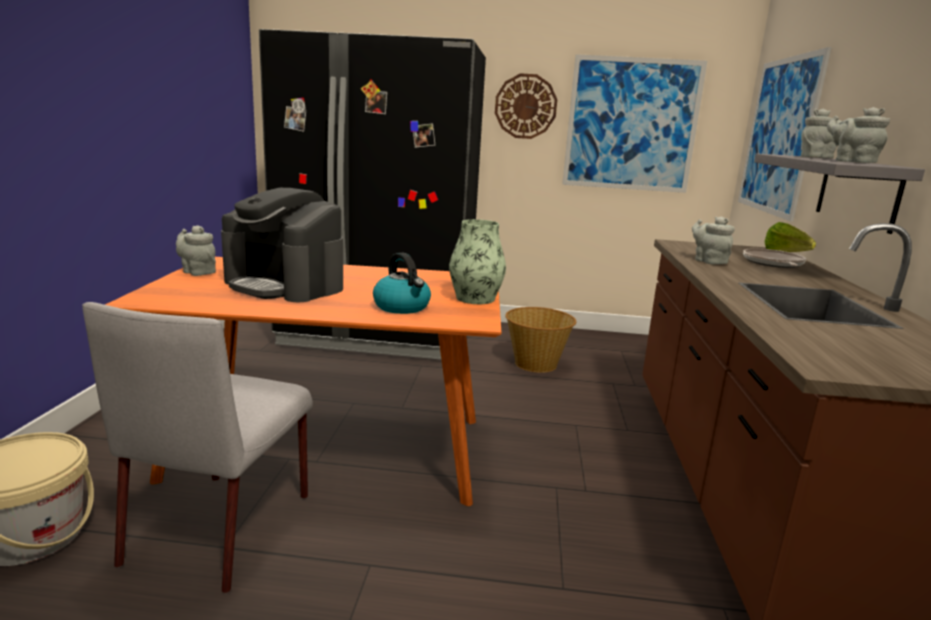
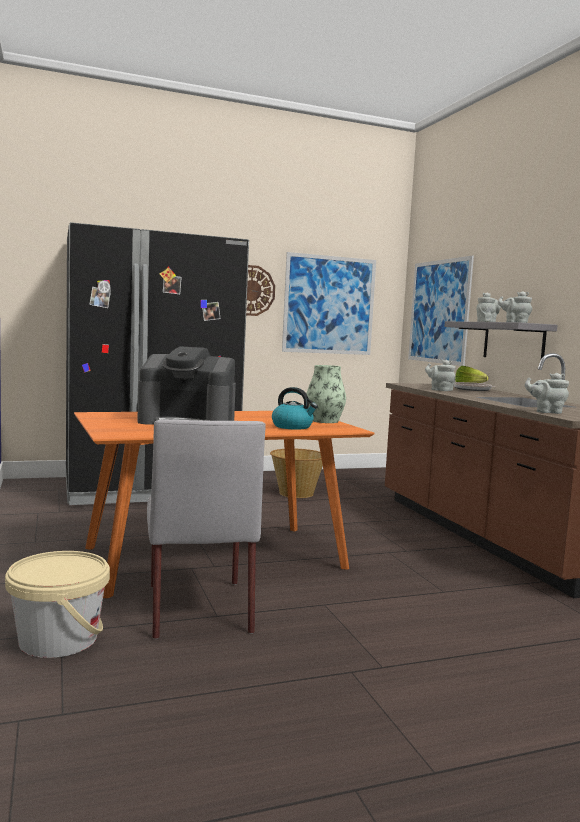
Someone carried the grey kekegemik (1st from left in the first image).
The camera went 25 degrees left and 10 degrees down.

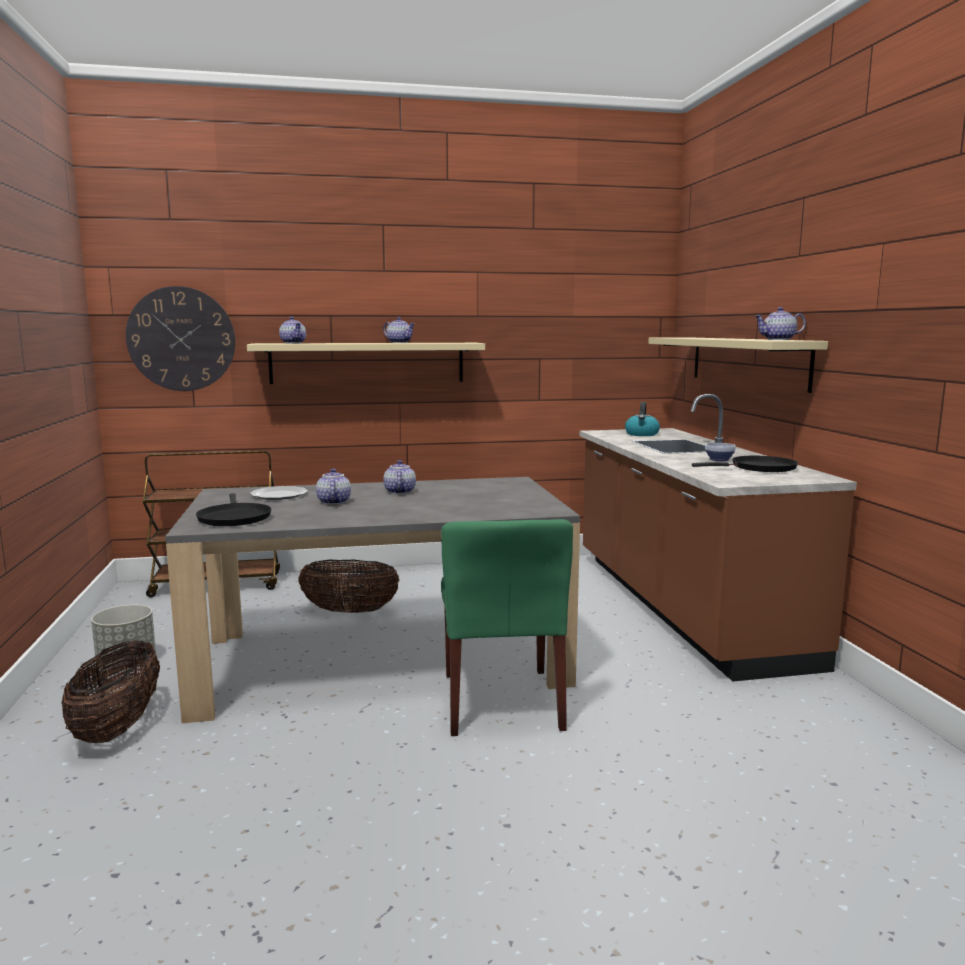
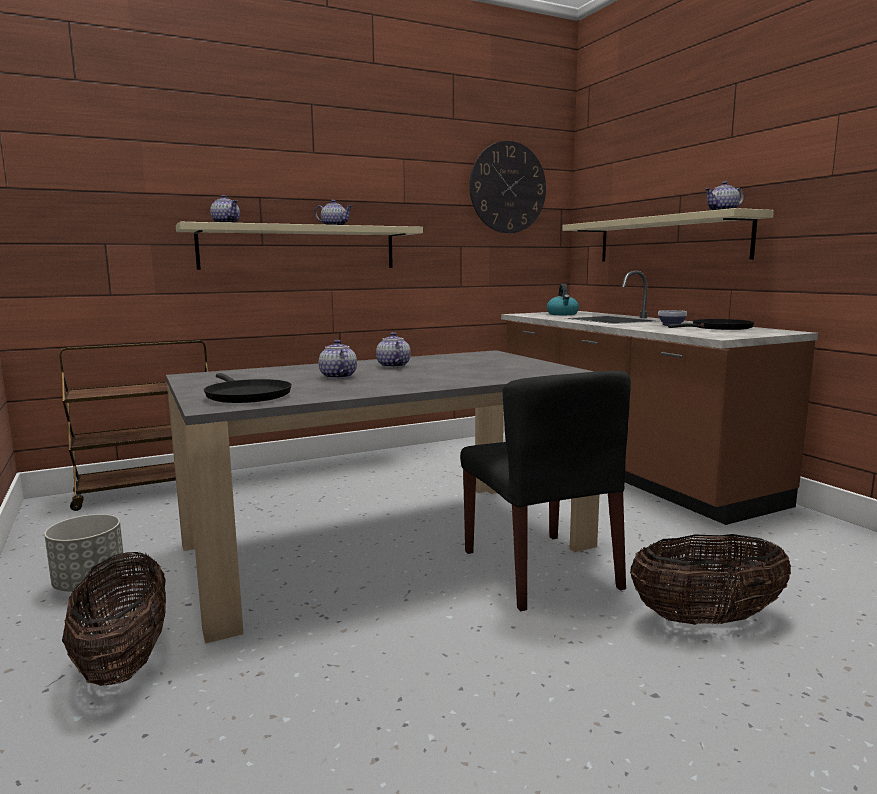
Someone repainted the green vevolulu, which became the black vevolulu.
Someone carried the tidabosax.
Someone carried the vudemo (2nd from left).
Someone took away the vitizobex.
The camera went 15 degrees left and 0 degrees up.

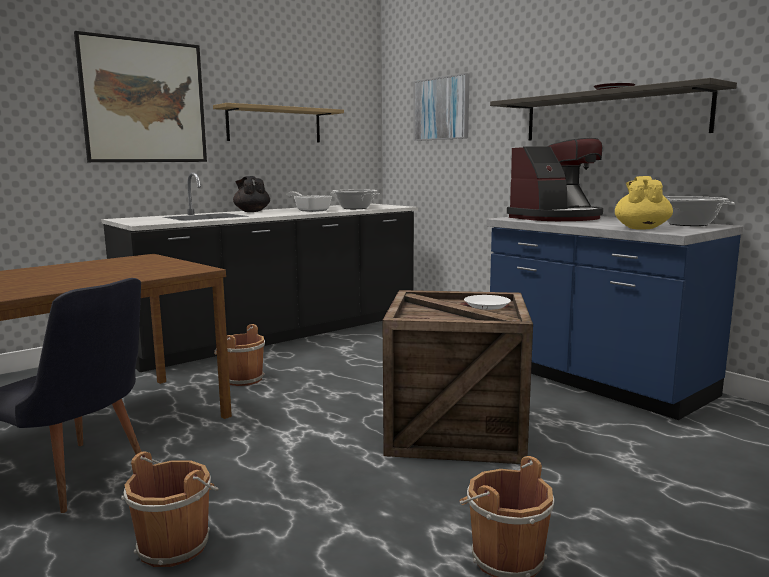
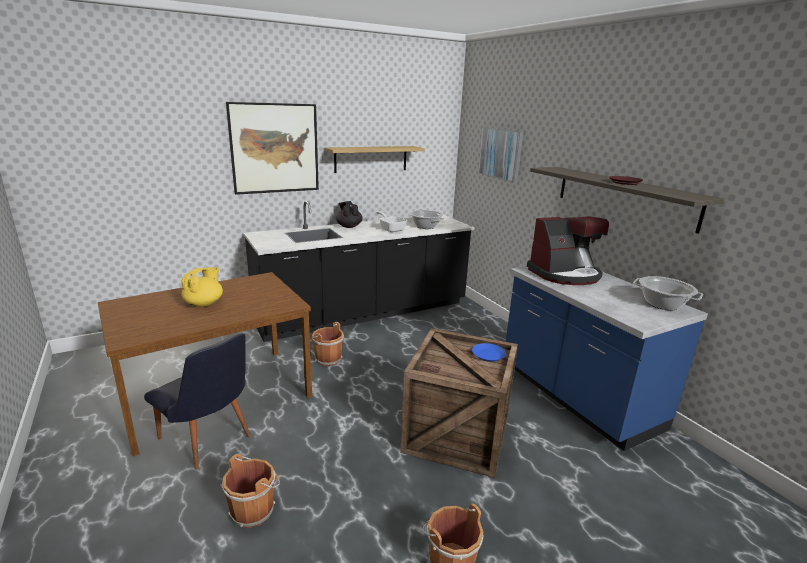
Someone carried the yellow kekegemik.
Someone repainted the white vitizobex, which became the blue vitizobex.
The camera went 10 degrees right and 10 degrees up.

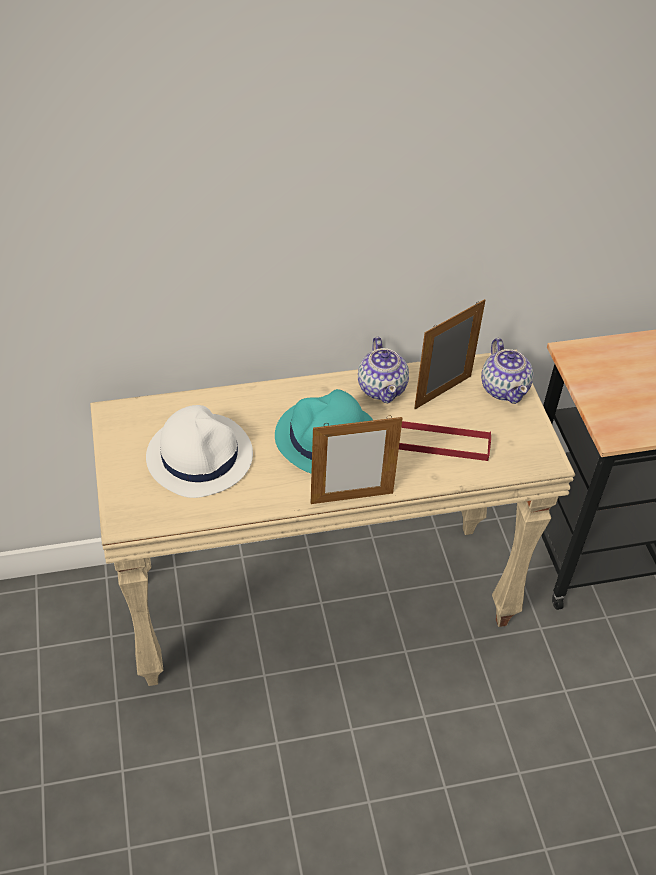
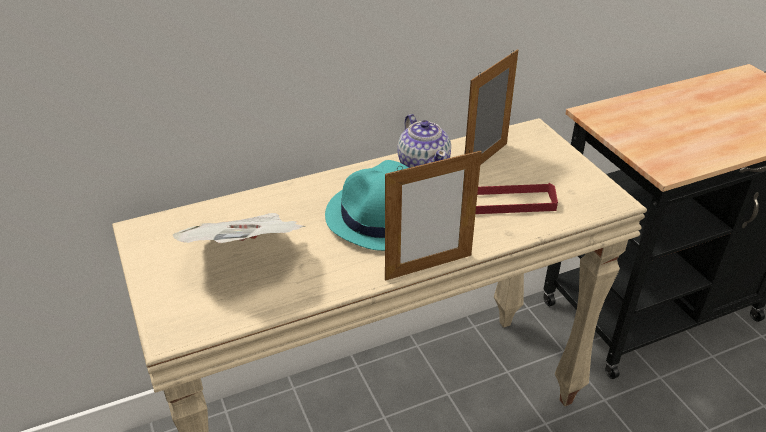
Someone swapped the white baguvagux for the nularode.
Someone took away the kekegemik (2nd from left).
The camera went 10 degrees left and 10 degrees down.

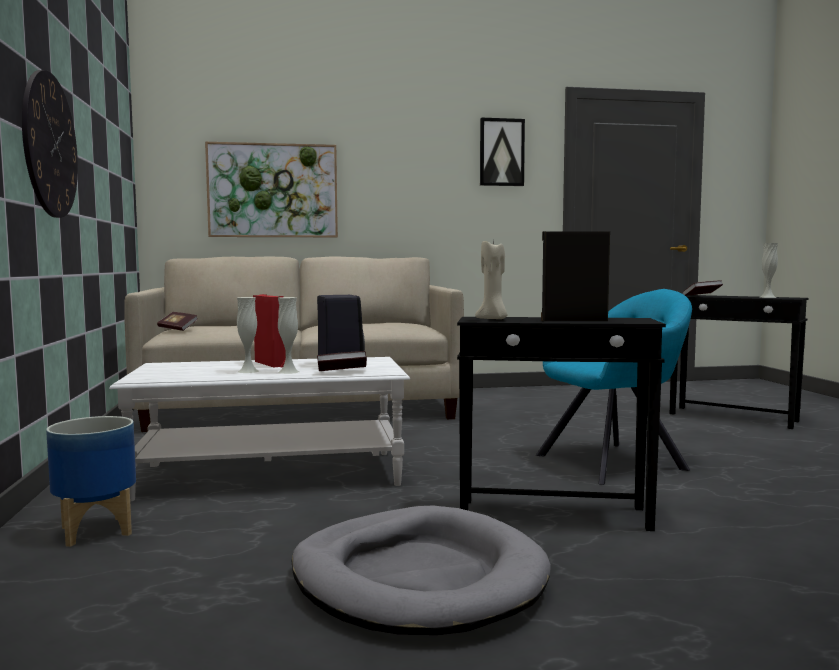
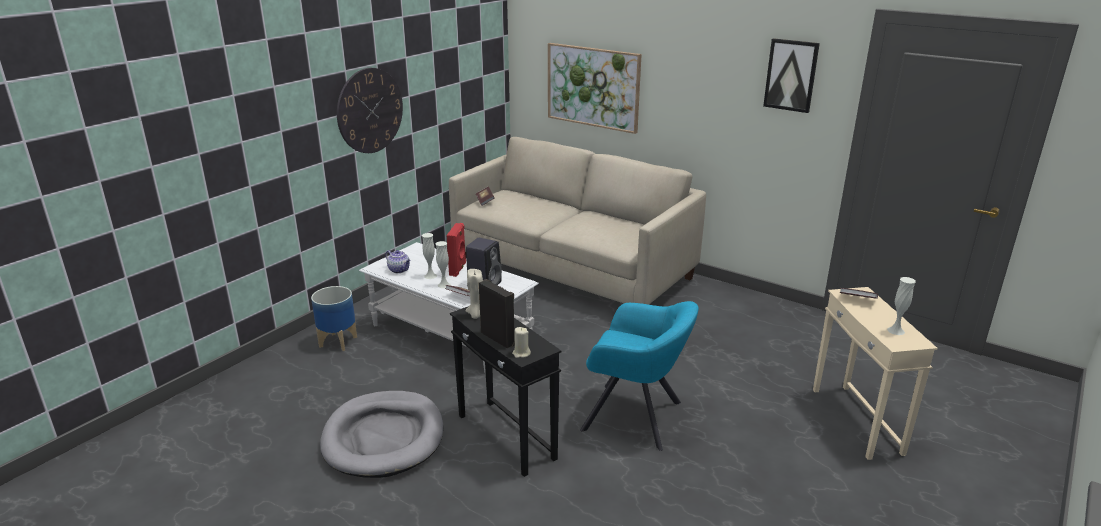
Someone put down the kekegemik.
Someone put down the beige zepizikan (2nd from left).
Someone repainted the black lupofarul (2nd from left), which became the beige lupofarul.
The camera went 45 degrees right and 20 degrees up.

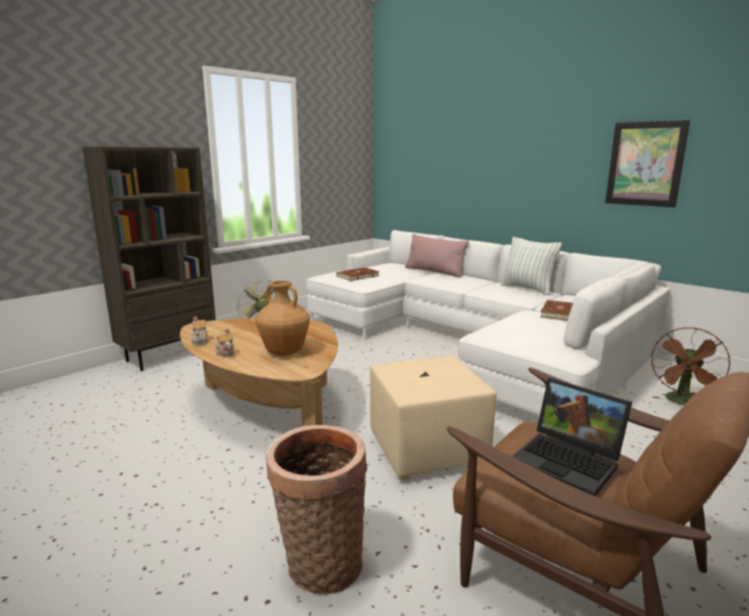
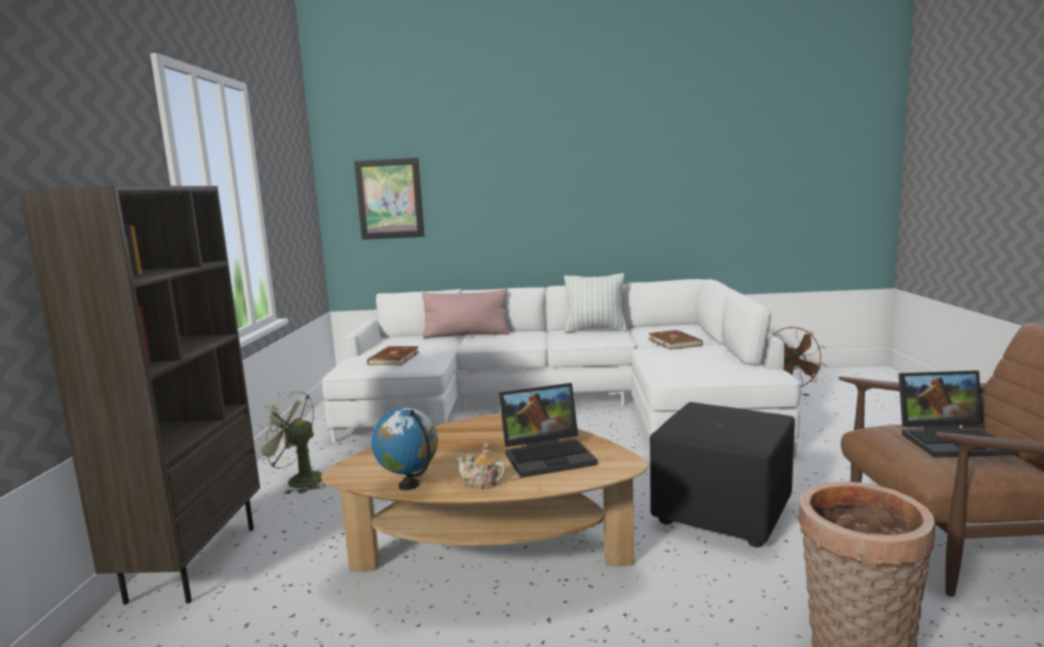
Someone carried the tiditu.
Someone swapped the kekegemik (1st from left) for the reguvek.
Someone swapped the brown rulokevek for the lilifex (1st from left).
Someone repainted the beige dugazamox, which became the black dugazamox.
The camera went 40 degrees left and 5 degrees down.

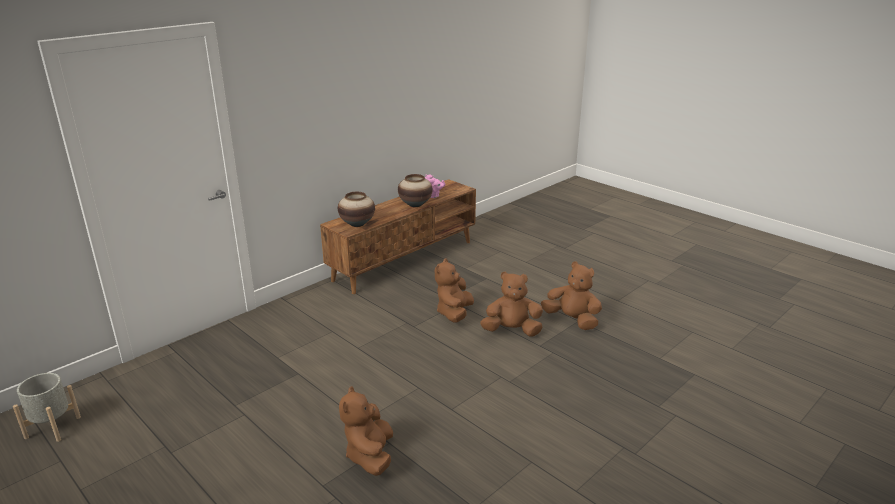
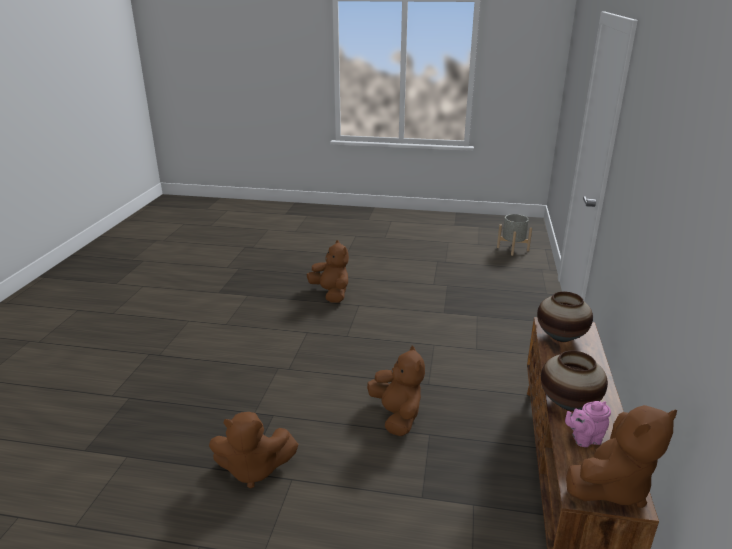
Someone carried the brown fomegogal (3rd from left in the first image).
The camera went 145 degrees right and 0 degrees up.

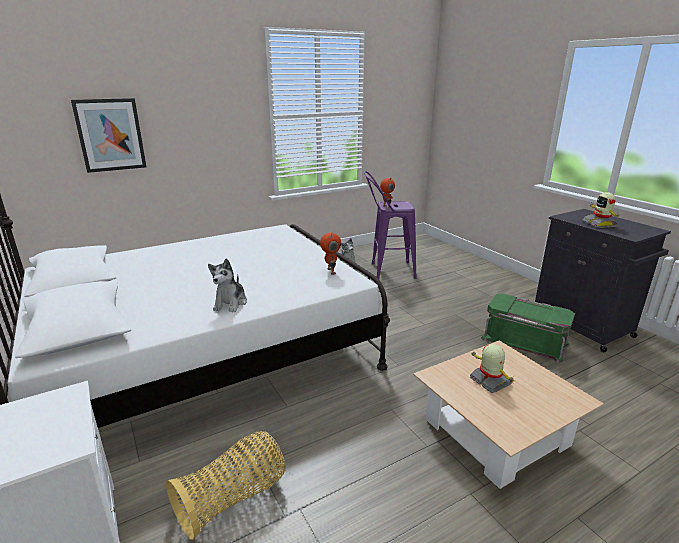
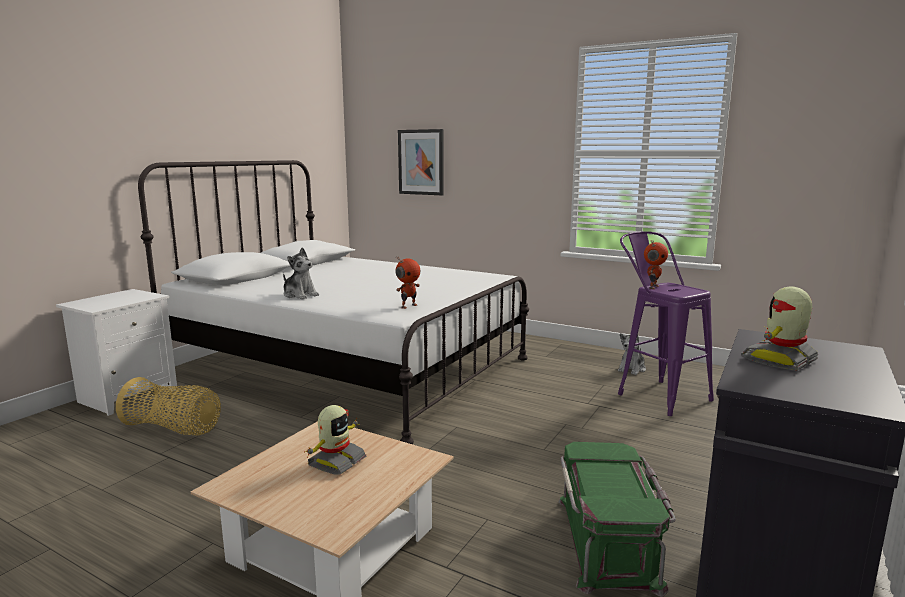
Someone rotated the fomegogal (1st from left) by 120 degrees counterclockwise.
The camera went 60 degrees right and 10 degrees down.

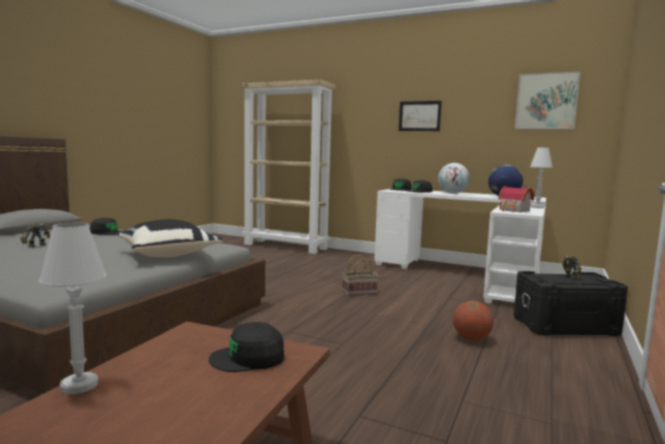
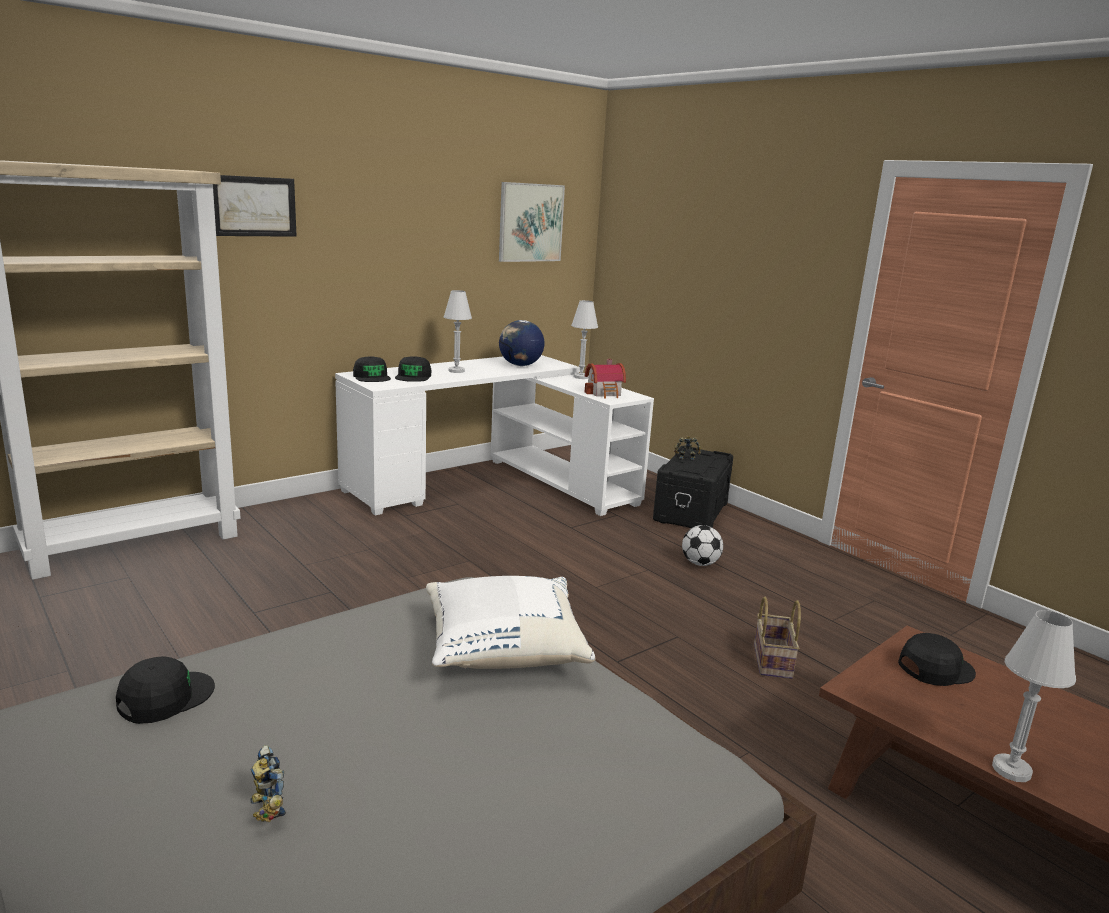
Someone carried the tiditu (1st from left).
Someone repainted the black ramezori, which became the white ramezori.
Someone swapped the reguvek (1st from left) for the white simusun (1st from left).
Someone swapped the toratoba for the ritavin.
Someone carried the vudemo.
Someone rotated the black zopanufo (2nd from left in the first image) by 120 degrees counterclockwise.
The camera went 65 degrees left and 10 degrees up.

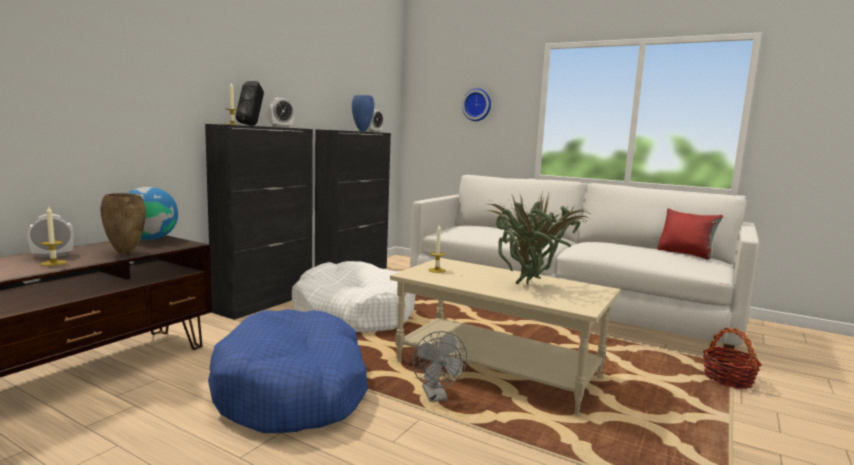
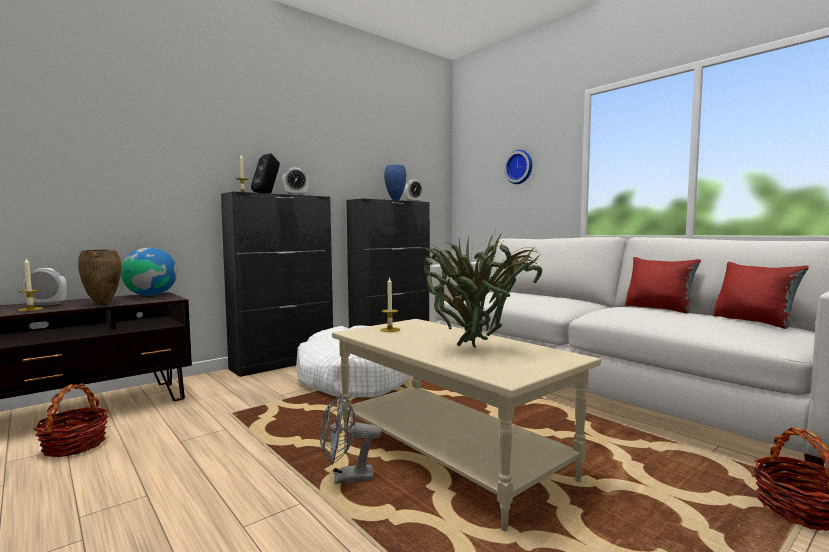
Someone put down the vudemo (1st from left).
Someone rotated the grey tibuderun by 75 degrees clockwise.
Someone put down the red ramezori (1st from left).
Someone took away the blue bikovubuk.
The camera went 20 degrees right and 5 degrees down.

